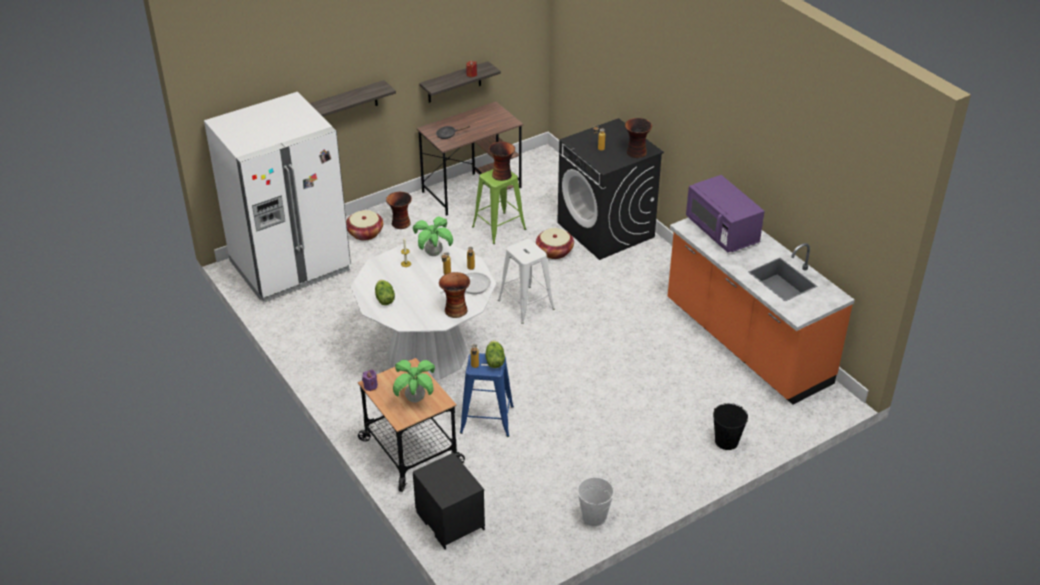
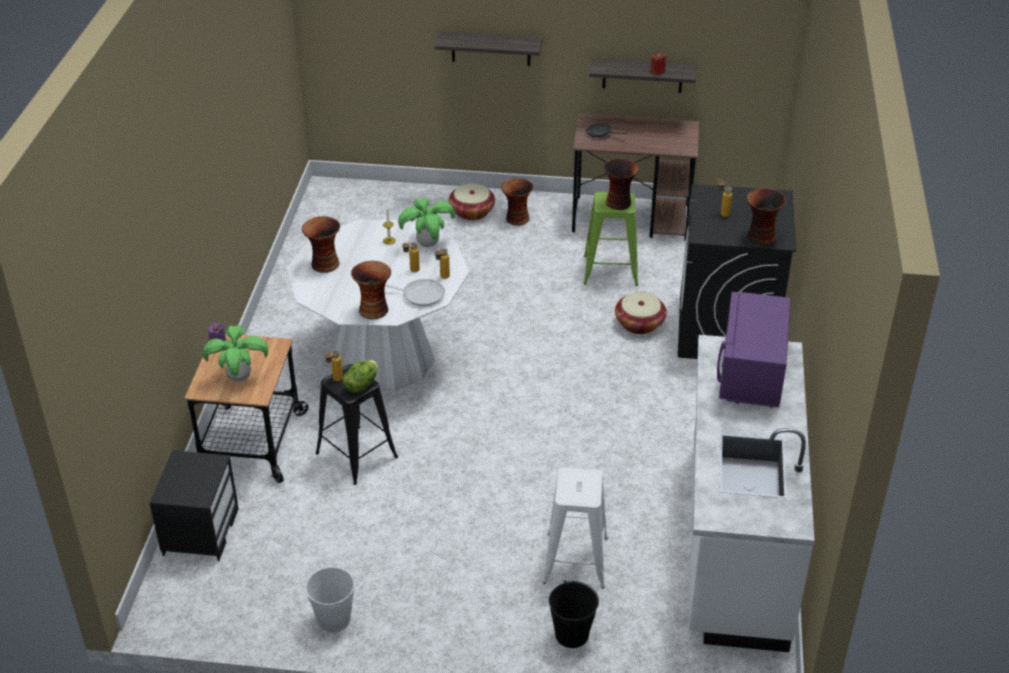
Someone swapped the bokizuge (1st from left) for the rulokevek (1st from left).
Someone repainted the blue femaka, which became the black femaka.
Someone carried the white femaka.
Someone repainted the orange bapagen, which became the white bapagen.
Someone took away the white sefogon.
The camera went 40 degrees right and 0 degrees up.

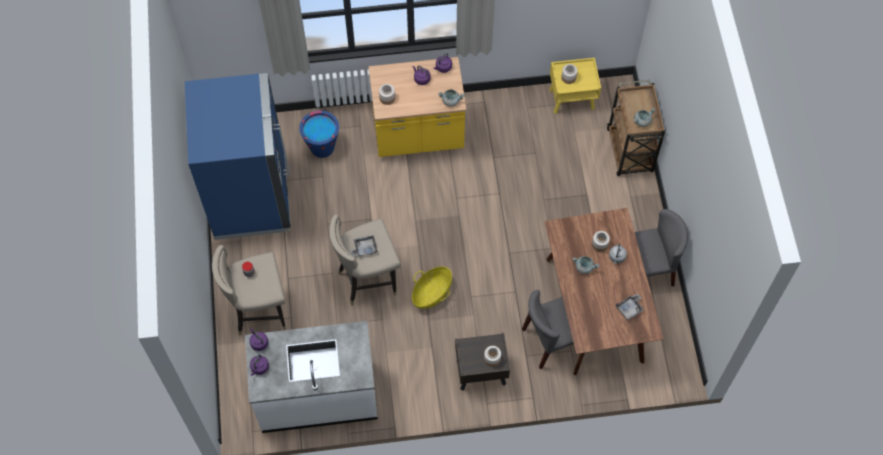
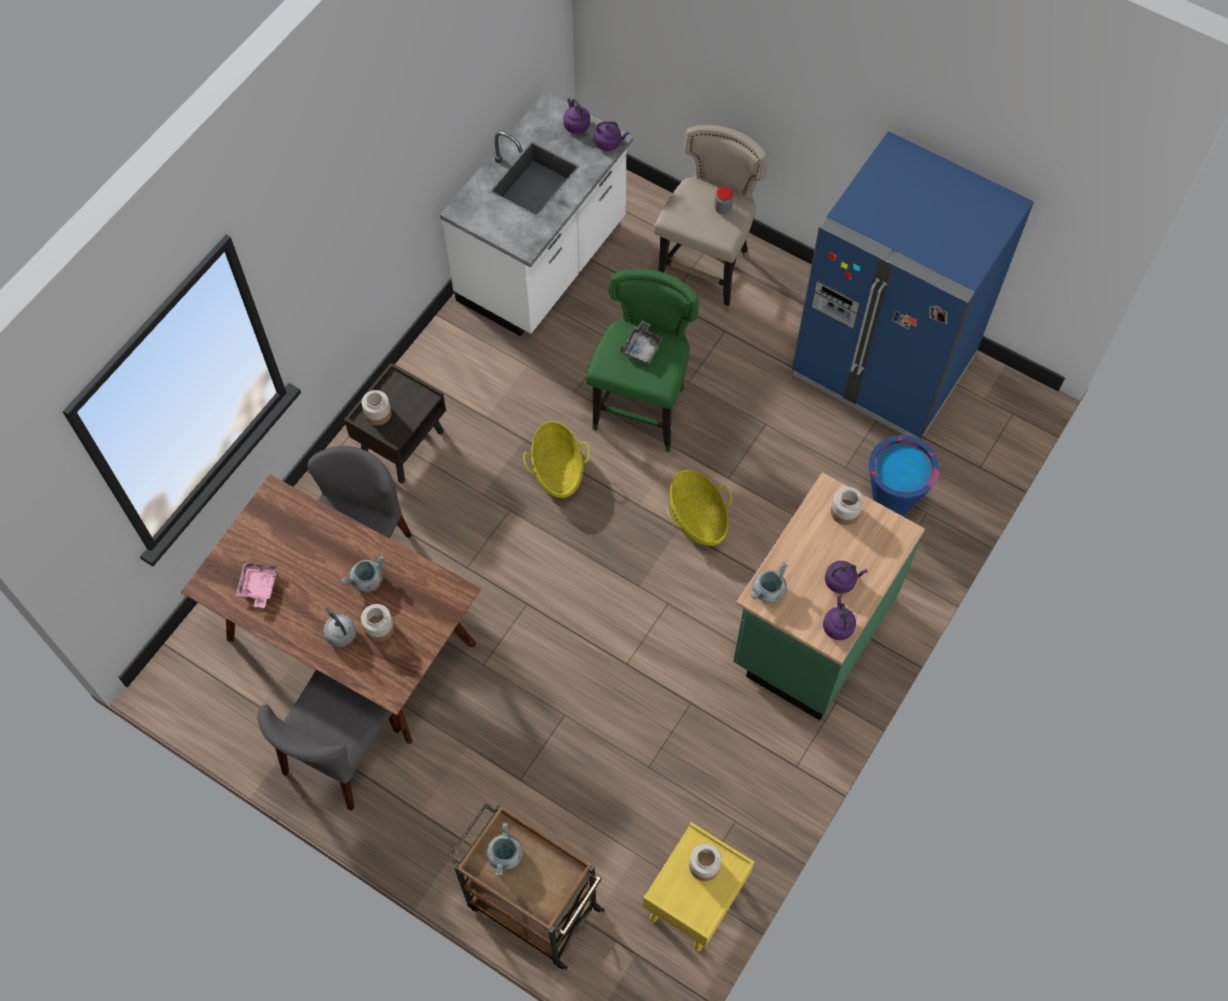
Someone repainted the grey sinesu (2nd from left), which became the pink sinesu.
Someone repainted the beige femaka (2nd from left), which became the green femaka.
Someone put down the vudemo (2nd from left).
Someone repainted the yellow bapagen, which became the green bapagen.
The camera went 130 degrees right and 0 degrees up.

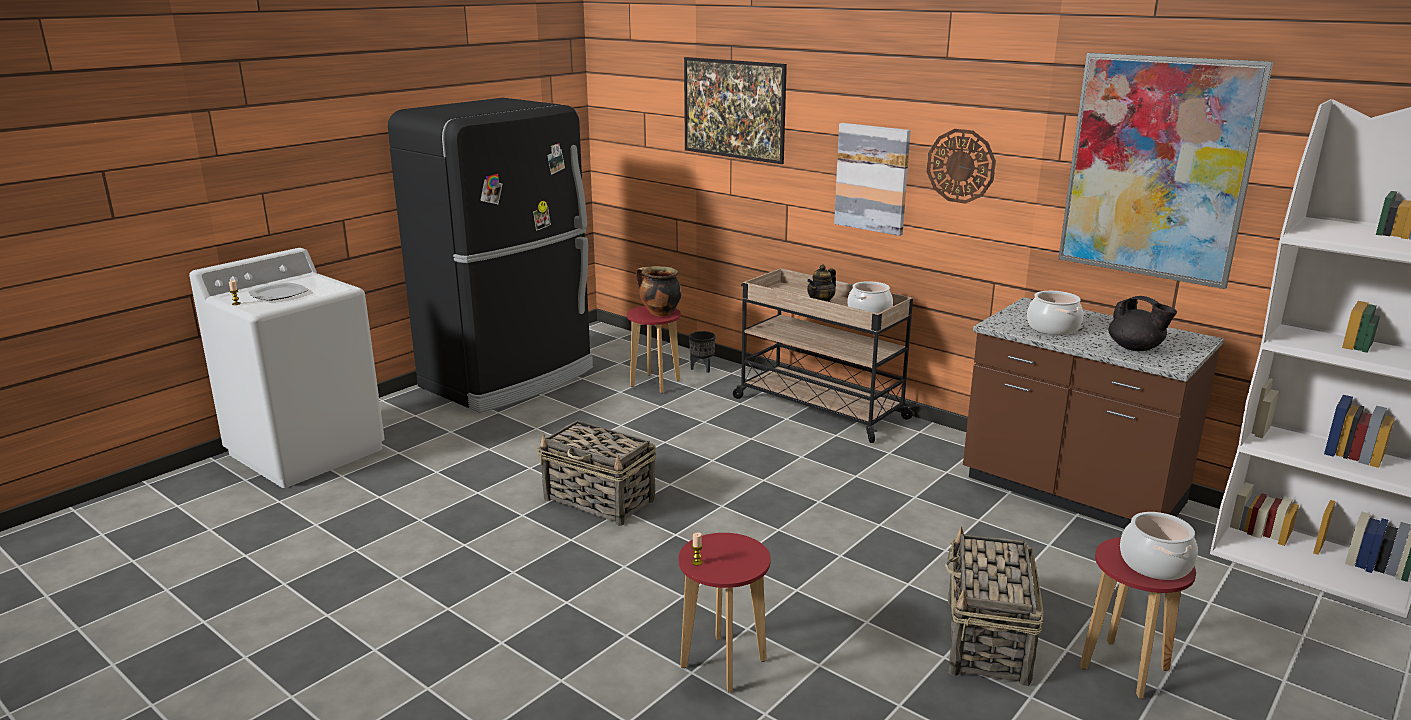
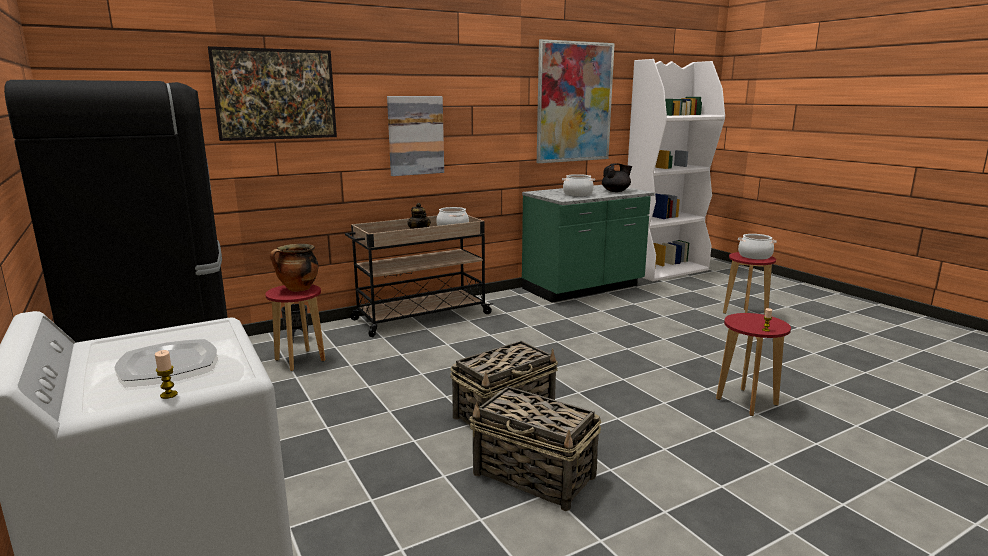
Someone carried the vudemo (2nd from left).
Someone repainted the brown bapagen, which became the green bapagen.
Someone took away the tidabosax.
The camera went 70 degrees left and 5 degrees down.

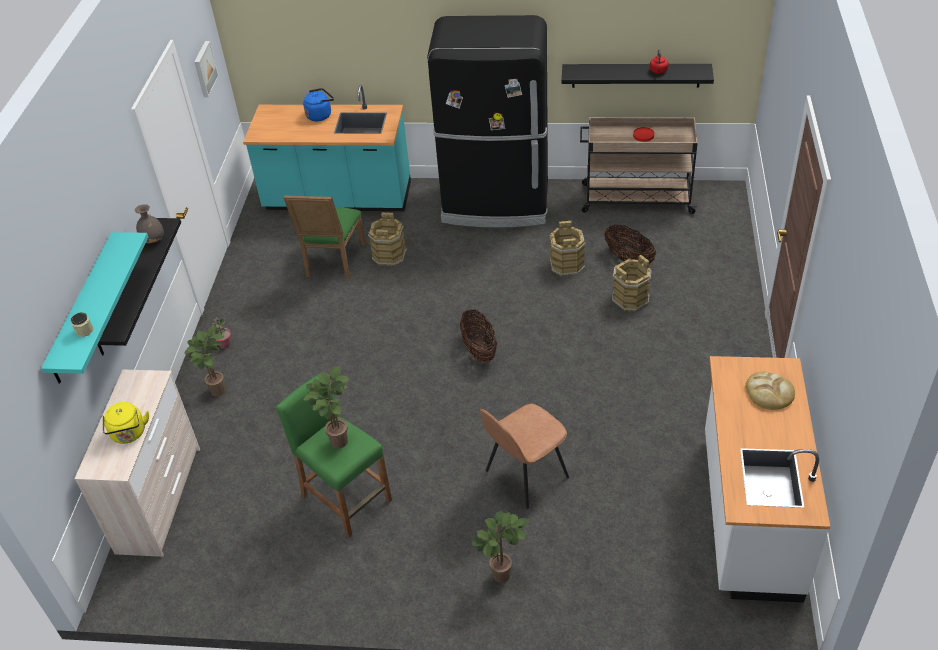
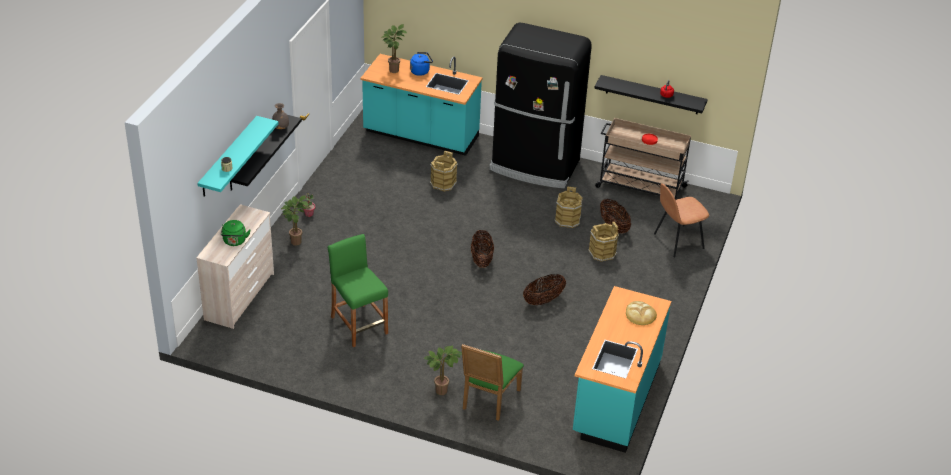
Someone repainted the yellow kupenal, which became the green kupenal.
Someone carried the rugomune (3rd from left).
Someone carried the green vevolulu.
Someone put down the vudemo (2nd from left).
Someone repainted the white bapagen, which became the turquoise bapagen (2nd from left).
Someone carried the brown vevolulu.
Someone took away the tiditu.
The camera went 10 degrees right and 5 degrees down.

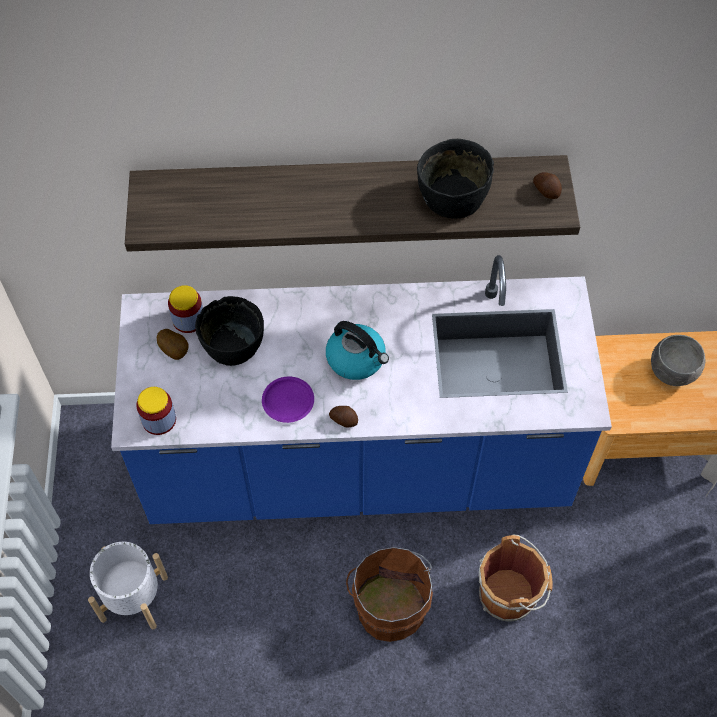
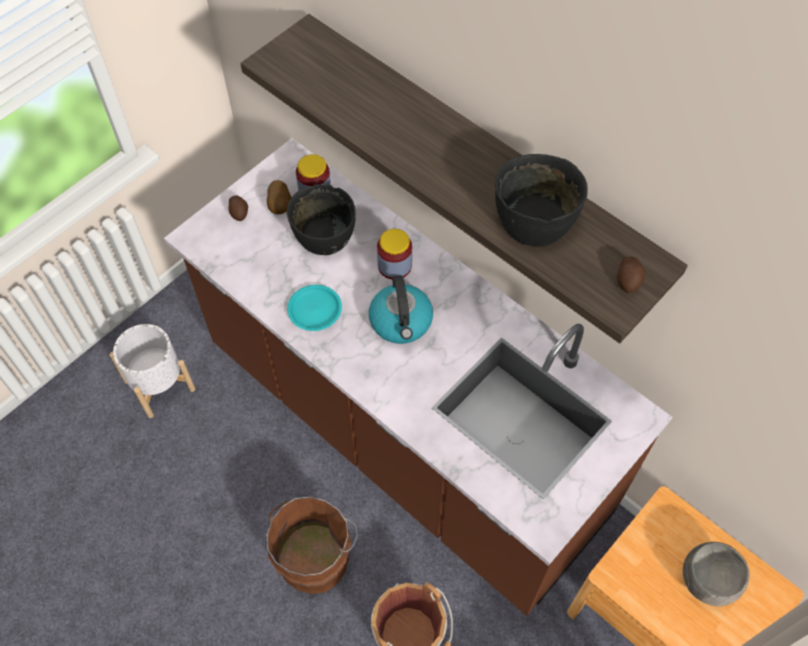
Someone repainted the blue bapagen, which became the brown bapagen.
Someone carried the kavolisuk (2nd from left in the first image).
Someone repainted the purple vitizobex, which became the turquoise vitizobex.
Someone carried the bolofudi (1st from left in the first image).
The camera went 45 degrees right and 0 degrees up.

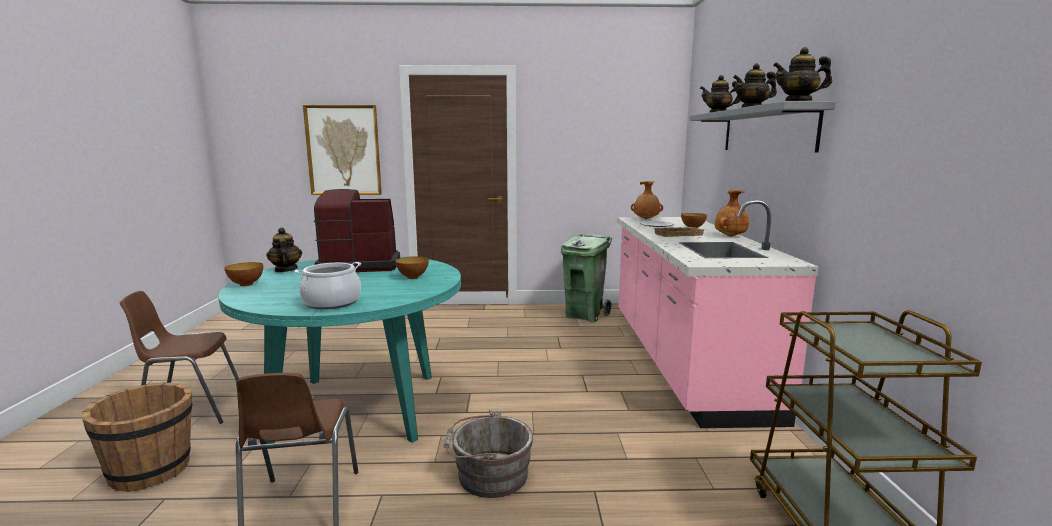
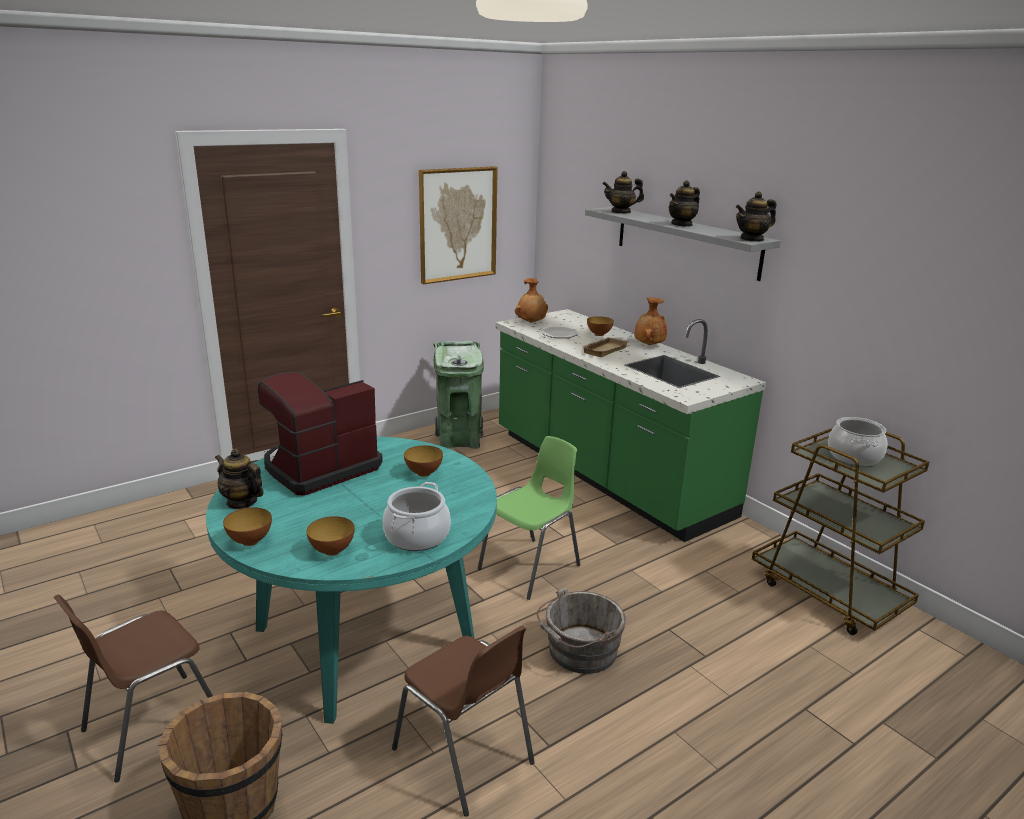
Someone put down the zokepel (2nd from left).
Someone carried the tiditu.
Someone put down the green vevolulu.
Someone repainted the pink bapagen, which became the green bapagen.
Someone put down the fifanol (2nd from left).
The camera went 35 degrees left and 10 degrees up.

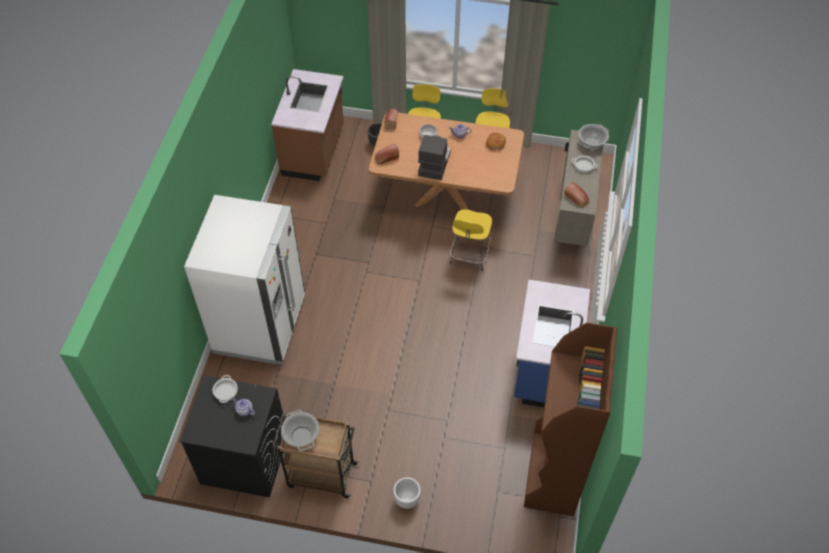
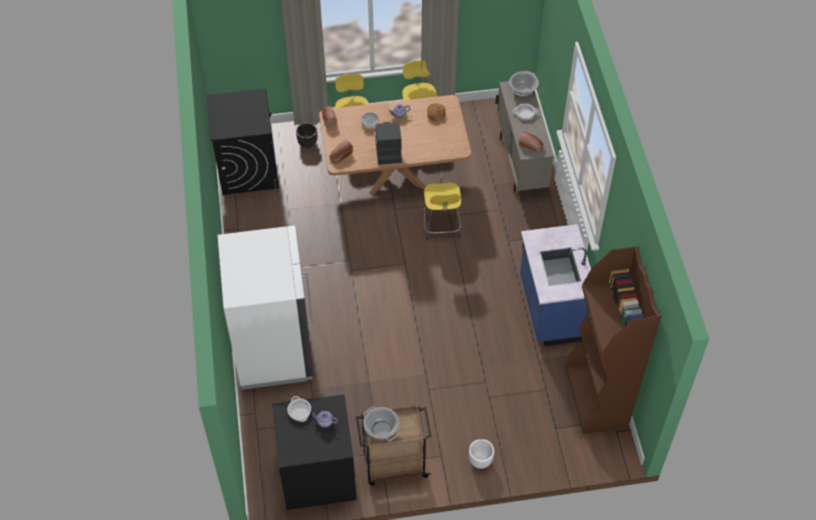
Someone swapped the brown bapagen for the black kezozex (1st from left).
The camera went 20 degrees left and 0 degrees up.

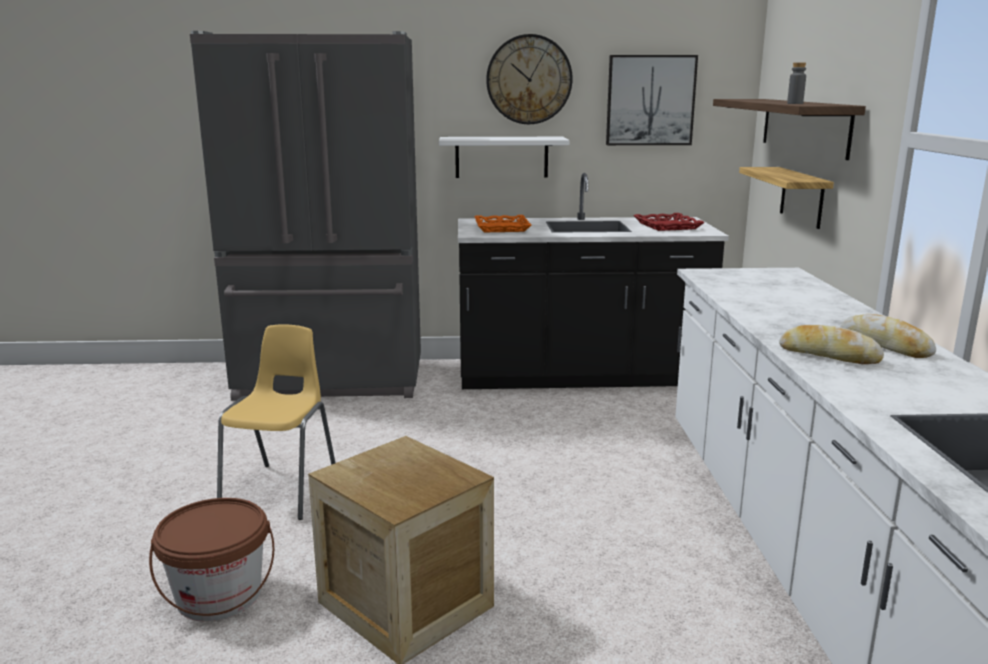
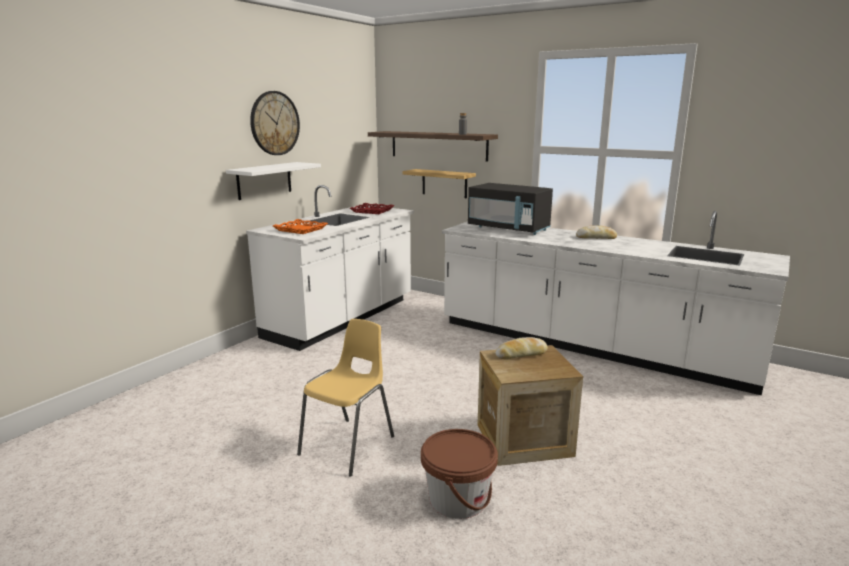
Someone repainted the black bapagen, which became the white bapagen (1st from left).
Someone rotated the yellow vevolulu by 75 degrees clockwise.
Someone put down the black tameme.
Someone carried the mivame (1st from left).
Someone took away the grey sefogon.
Someone took away the tiditu.
The camera went 55 degrees left and 0 degrees up.

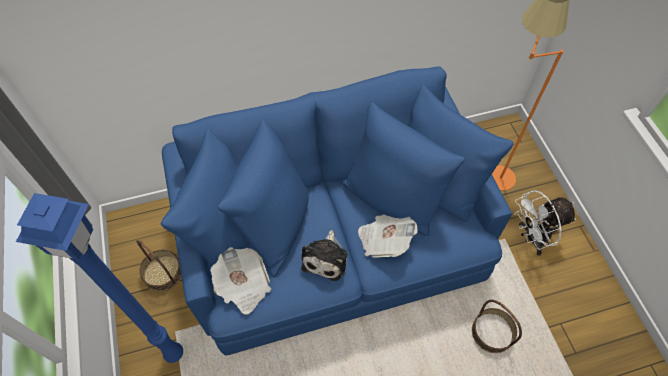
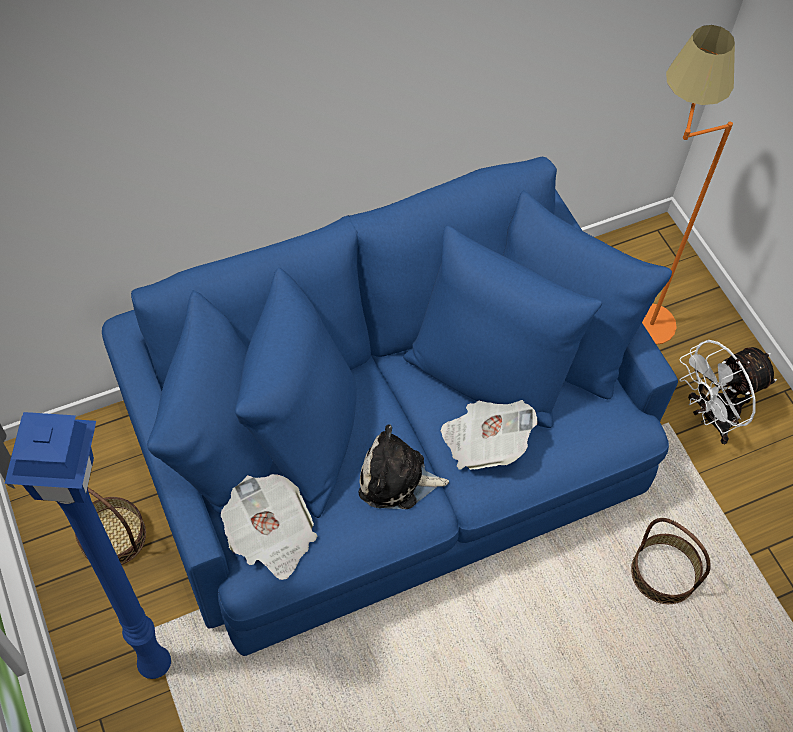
Someone rotated the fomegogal by 90 degrees clockwise.
The camera went 10 degrees left and 0 degrees up.

